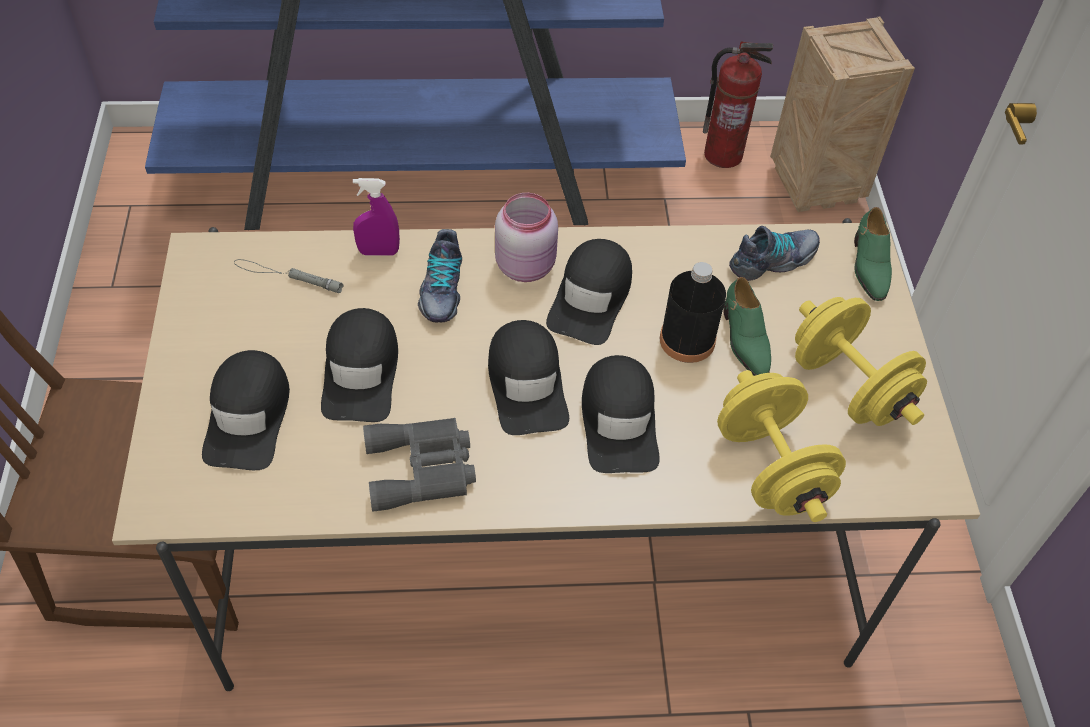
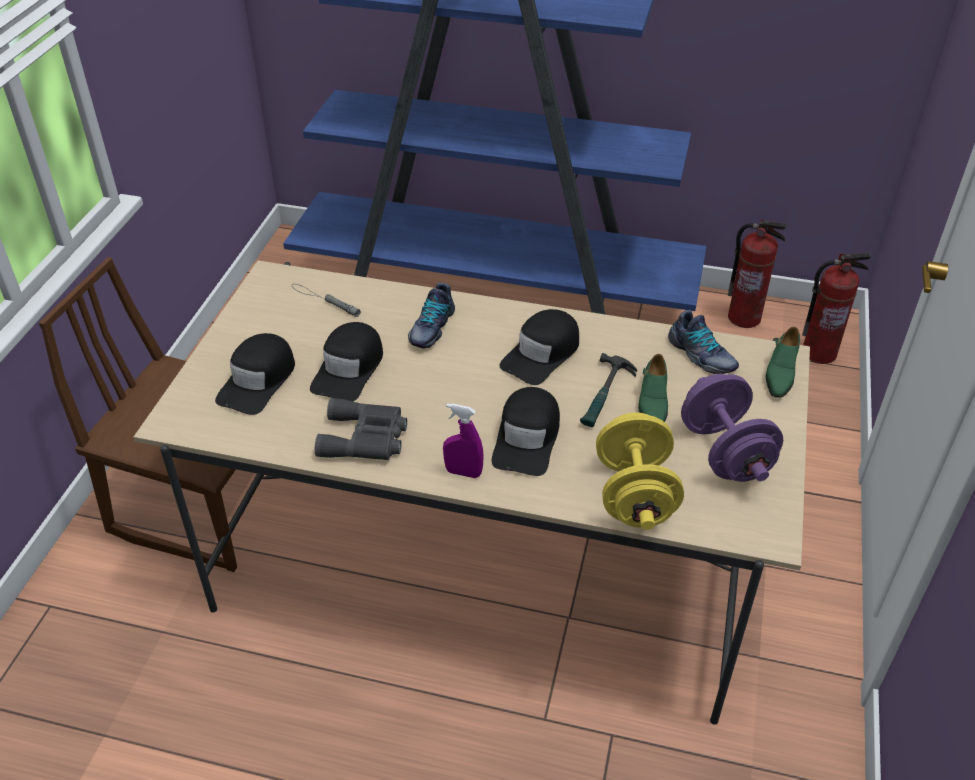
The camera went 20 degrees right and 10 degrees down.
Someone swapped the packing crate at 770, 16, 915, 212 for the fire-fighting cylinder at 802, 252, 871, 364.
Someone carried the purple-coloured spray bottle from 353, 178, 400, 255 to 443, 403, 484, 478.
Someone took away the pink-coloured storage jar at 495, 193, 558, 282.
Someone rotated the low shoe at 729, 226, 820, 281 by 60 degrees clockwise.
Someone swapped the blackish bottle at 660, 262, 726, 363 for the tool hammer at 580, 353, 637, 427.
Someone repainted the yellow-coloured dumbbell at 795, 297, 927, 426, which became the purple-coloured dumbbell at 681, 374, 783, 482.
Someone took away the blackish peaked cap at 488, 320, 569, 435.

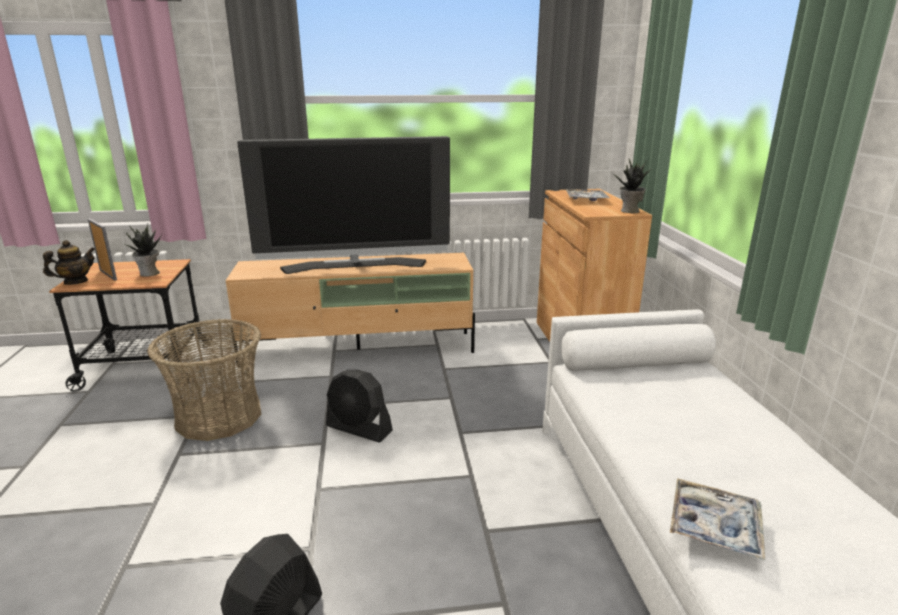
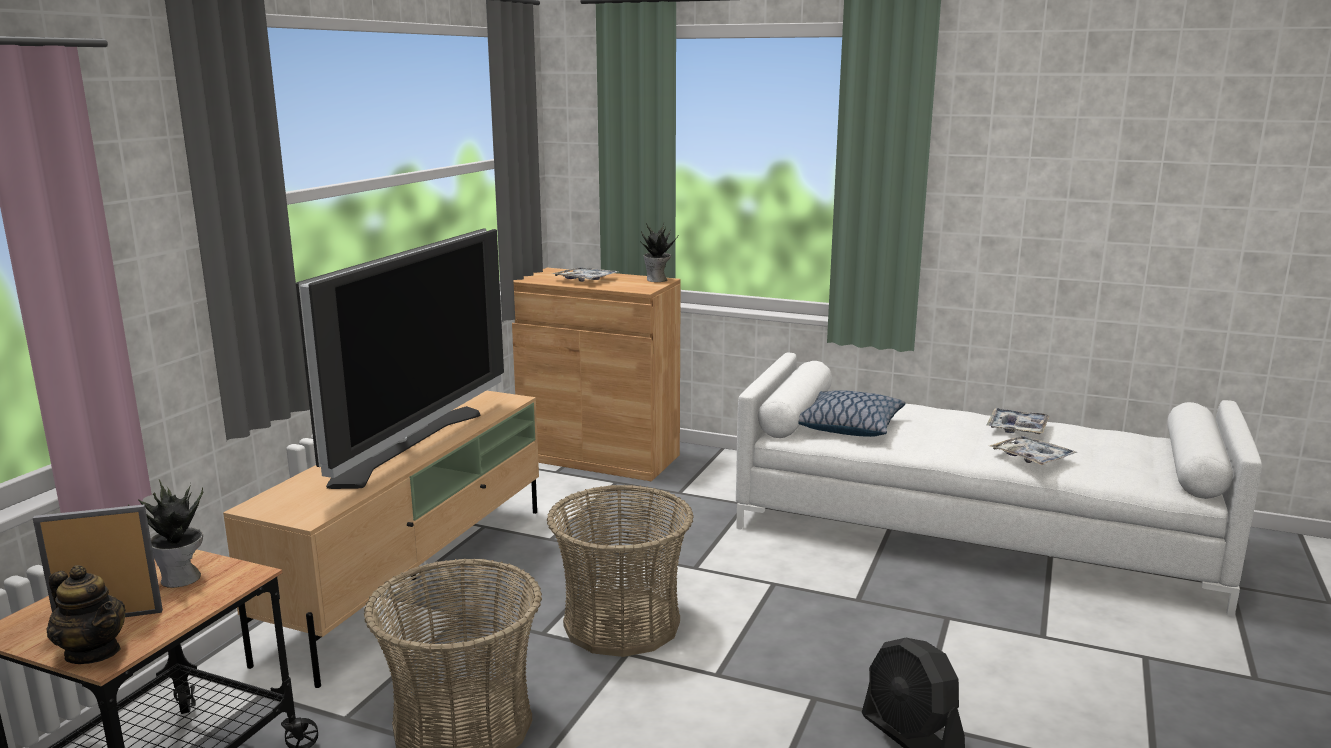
The camera went 60 degrees left and 5 degrees down.
Someone rotated the tea pot at 43, 240, 95, 285 by 135 degrees clockwise.
Someone swapped the blackish fan at 326, 370, 393, 442 for the basket at 547, 485, 694, 657.
Someone put down the cushion at 799, 390, 905, 437.
Someone put down the tray at 986, 408, 1050, 434.

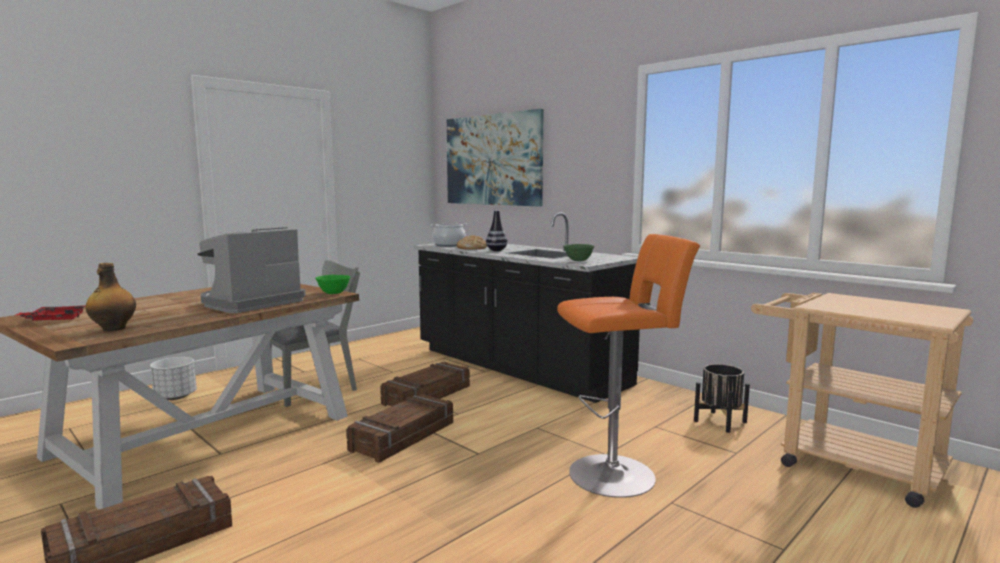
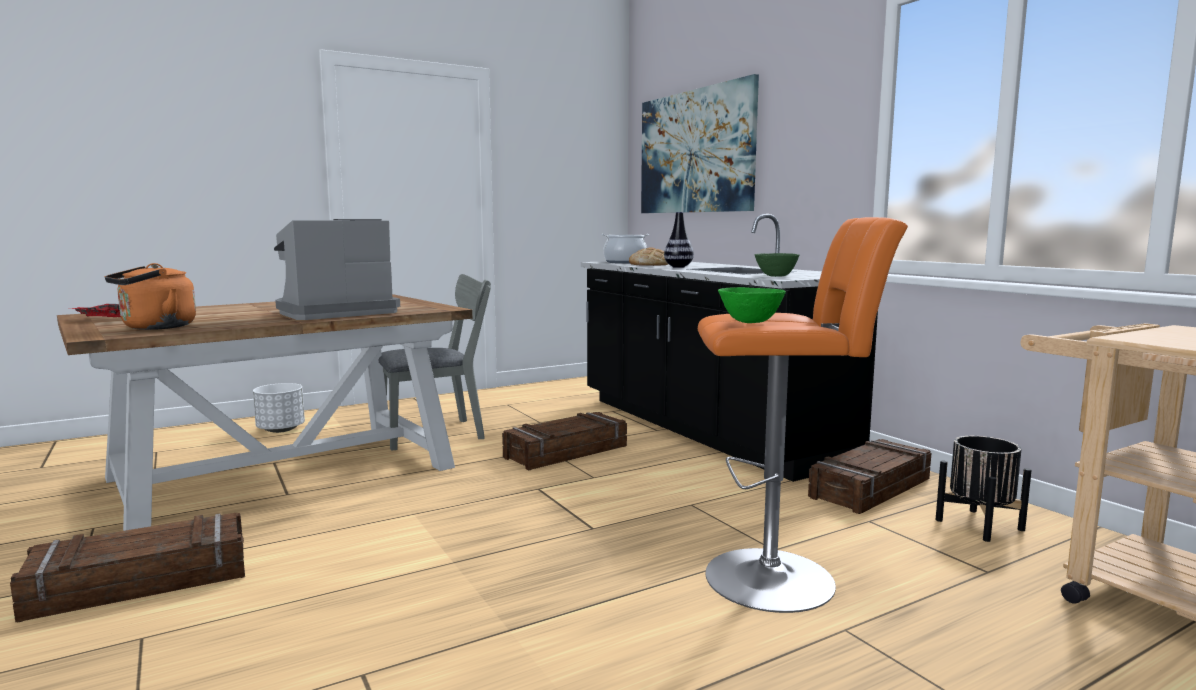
The camera went 15 degrees right and 0 degrees up.
Someone swapped the bottle at 85, 263, 136, 331 for the orange-coloured water kettle at 105, 263, 196, 330.
Someone carried the green-coloured serving bowl from 315, 275, 350, 294 to 718, 287, 786, 323.
Someone carried the packing crate from 346, 394, 453, 463 to 808, 439, 931, 514.

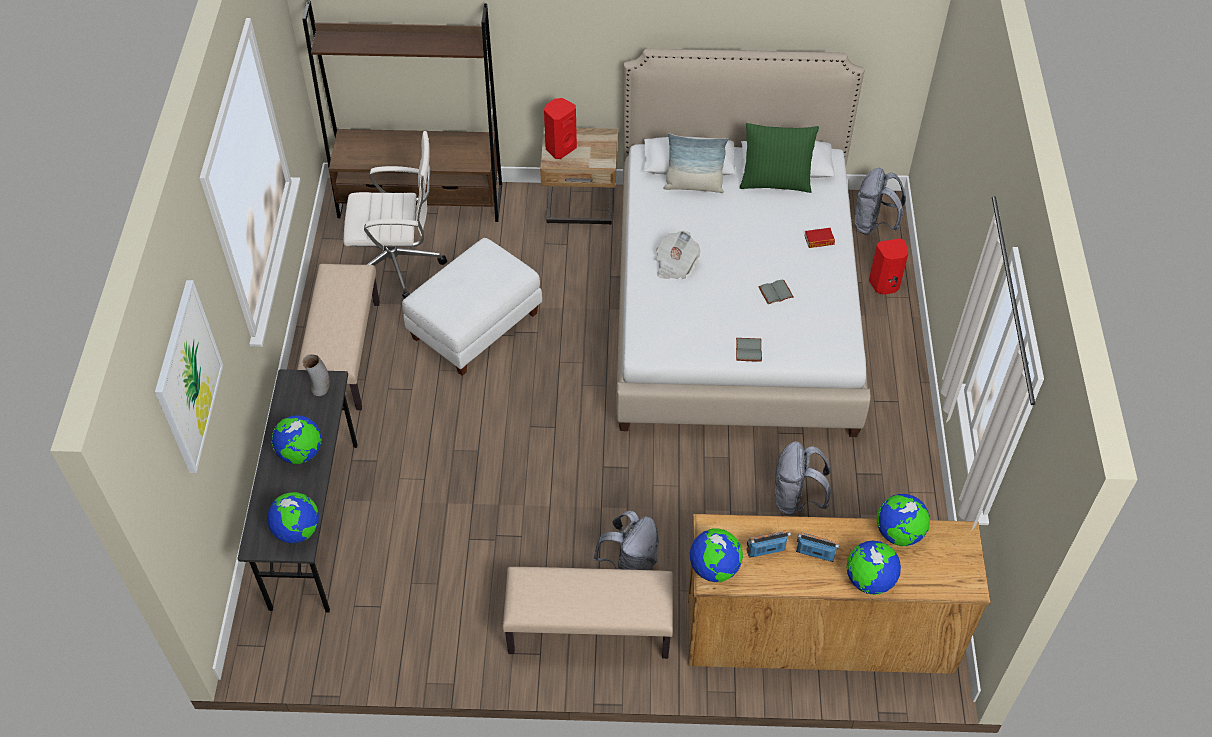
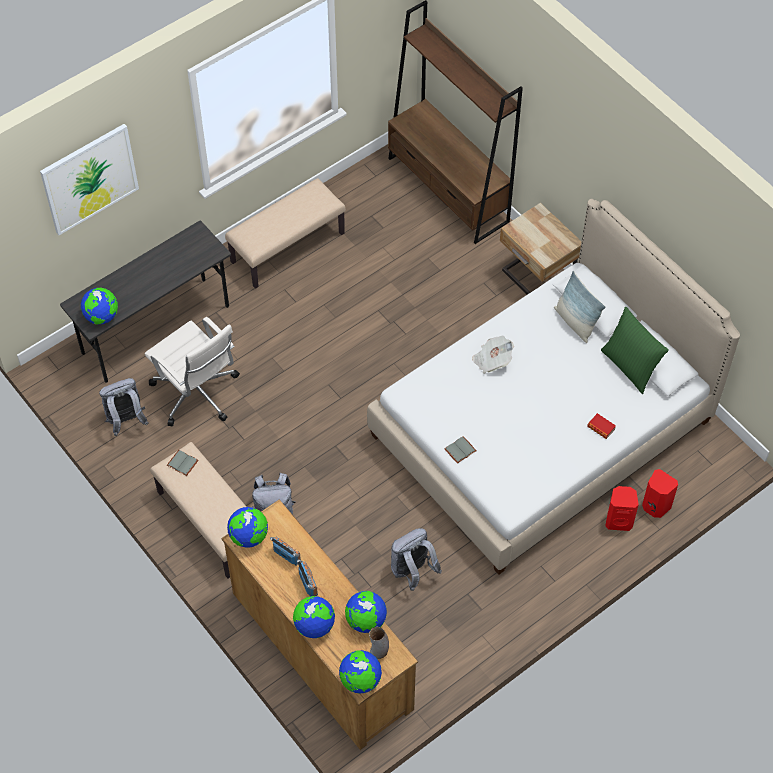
The camera went 50 degrees right and 5 degrees up.
Someone carried the red audio speaker from 544, 98, 577, 159 to 605, 486, 639, 531.
Someone carried the whitish office chair from 343, 131, 447, 299 to 145, 317, 240, 426.
Someone carried the gray knapsack from 855, 168, 906, 235 to 99, 378, 148, 436.
Someone took away the whitish footrest at 402, 238, 542, 376.
Someone carried the gray volume from 758, 280, 793, 304 to 167, 450, 198, 476.
Someone carried the flower vase from 302, 354, 330, 396 to 369, 627, 389, 659.
Someone carried the desk globe from 272, 415, 322, 464 to 339, 650, 382, 693.

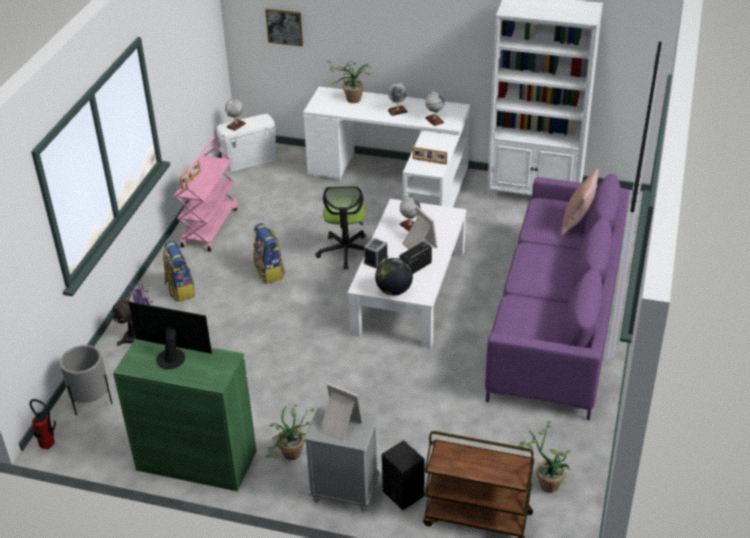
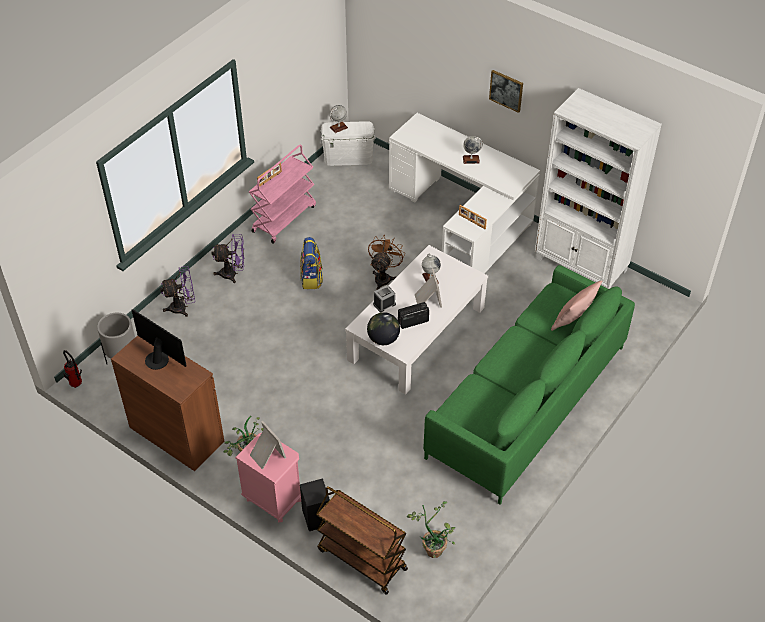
The camera went 20 degrees right and 10 degrees up.
Someone carried the picture from 265, 9, 303, 46 to 489, 70, 523, 113.
Someone took away the houseplant at 326, 61, 375, 103.
Someone took away the desk globe at 425, 91, 445, 126.
Someone repainted the purple-coloured couch at 485, 174, 629, 420, which became the green-coloured couch at 424, 265, 635, 504.
Someone swapped the office chair at 315, 186, 366, 270 for the brown fan at 368, 235, 405, 290.
Someone swapped the knapsack at 163, 240, 195, 302 for the purple-coloured fan at 212, 234, 244, 283.
Someone repainted the green-coloured cupboard at 113, 338, 257, 491, which became the brown cupboard at 111, 335, 225, 471.
Someone repainted the gray bedside table at 304, 405, 379, 512, which became the pink-coloured bedside table at 235, 433, 301, 523.

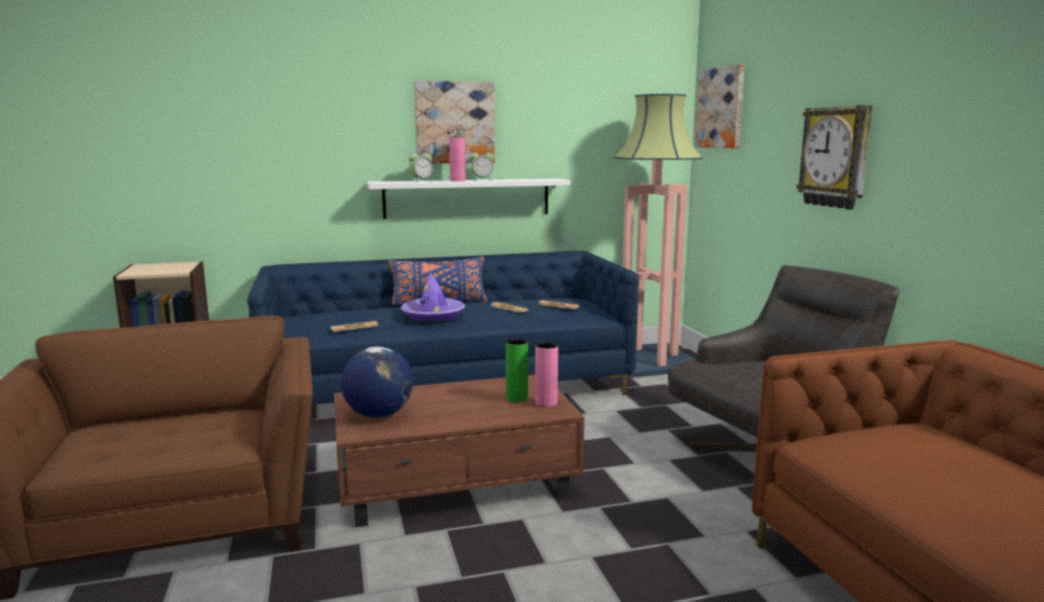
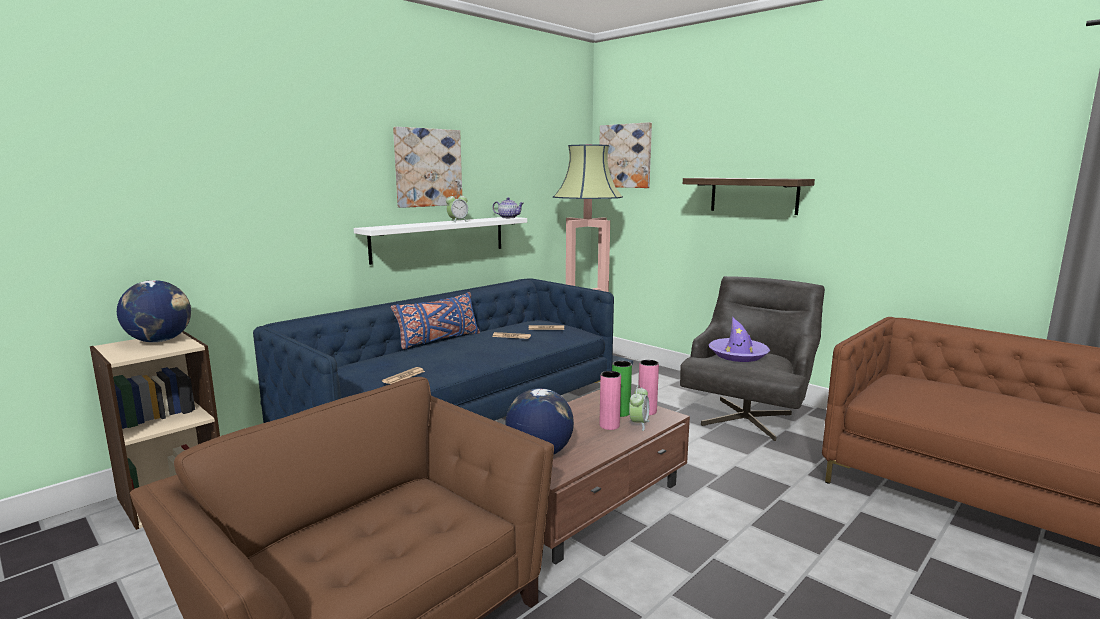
The camera went 30 degrees left and 0 degrees up.
Someone swapped the hanging clock at 796, 105, 873, 210 for the bracket shelf at 683, 178, 815, 215.
Someone carried the pink-coloured flower vase from 449, 138, 466, 181 to 600, 371, 621, 430.
Someone carried the alarm clock from 408, 150, 433, 182 to 629, 385, 650, 431.
Someone carried the purple-coloured clothing hat from 400, 273, 466, 321 to 709, 317, 770, 362.
Someone put down the tea pot at 493, 197, 523, 218.
Someone put down the desk globe at 117, 280, 191, 343.

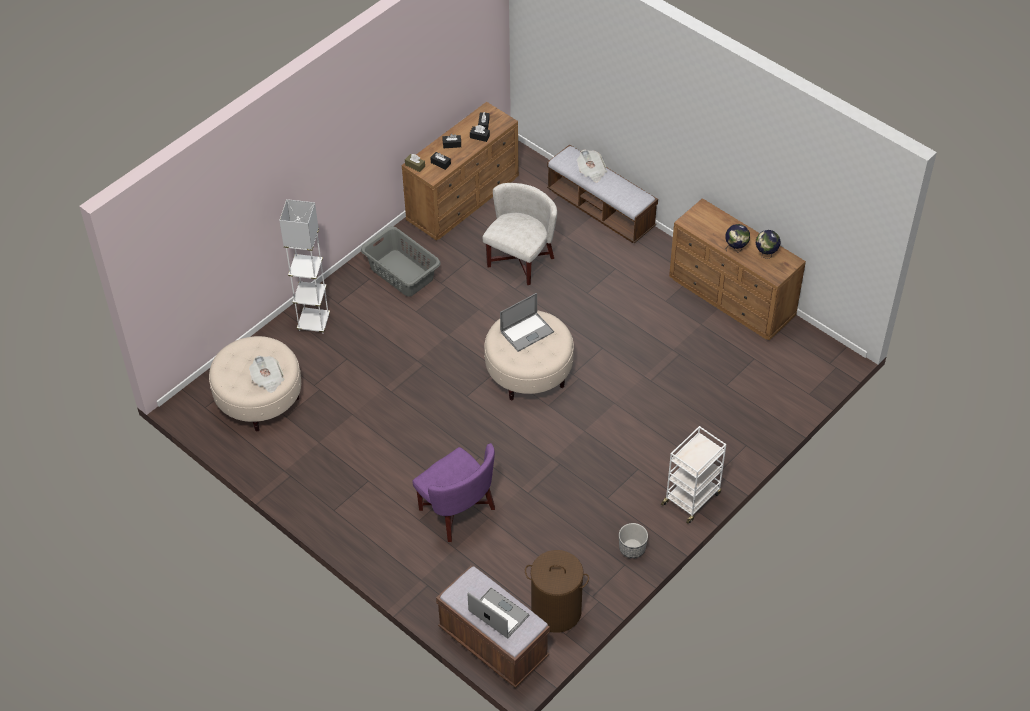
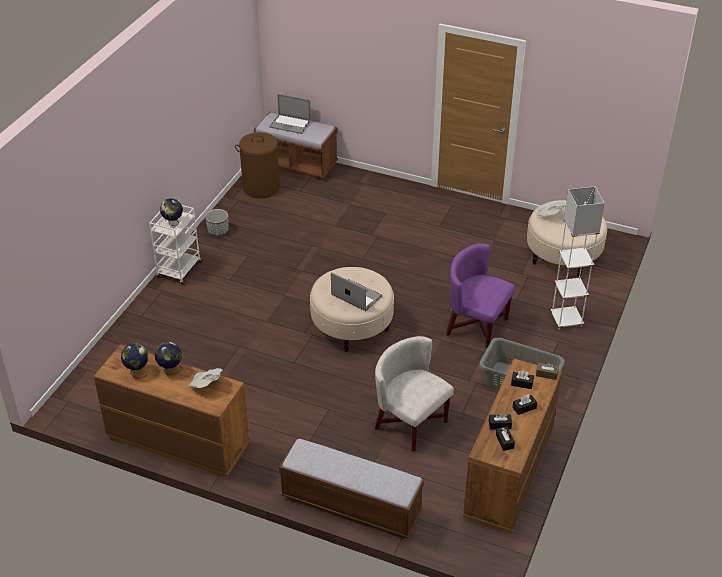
The camera went 160 degrees right and 10 degrees down.
Someone carried the newspaper from 577, 149, 607, 183 to 188, 368, 223, 388.
Someone rotated the whitish easy chair at 483, 183, 557, 285 by 120 degrees clockwise.
Someone rotated the portable computer at 500, 293, 554, 352 by 90 degrees clockwise.
Someone carried the purple-coloured easy chair from 412, 443, 495, 542 to 446, 243, 515, 348.
Someone put down the desk globe at 160, 198, 183, 226.

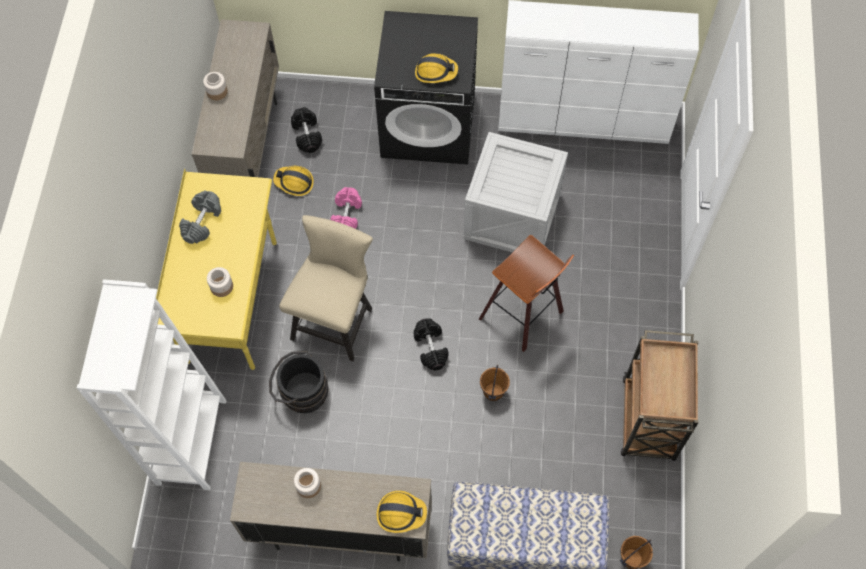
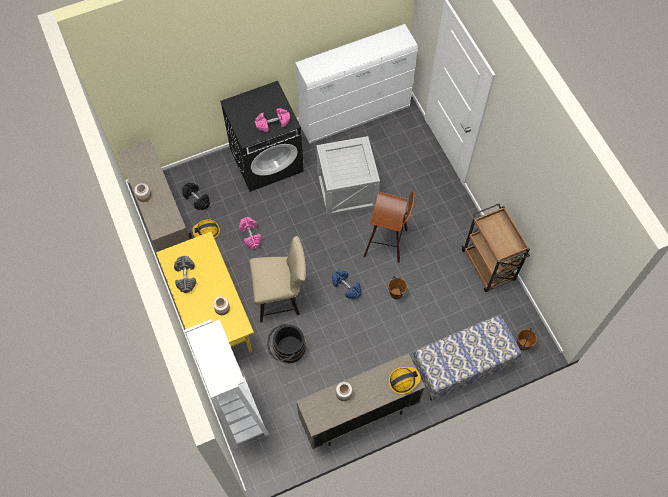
The camera went 30 degrees left and 0 degrees up.
Someone swapped the safety helmet at 415, 53, 458, 83 for the pink-coloured dumbbell at 255, 108, 290, 132.
Someone rotated the beige-coloured chair at 279, 215, 373, 361 by 90 degrees clockwise.
Someone repainted the blackish dumbbell at 414, 318, 449, 371, which became the bluish dumbbell at 332, 270, 362, 299.

